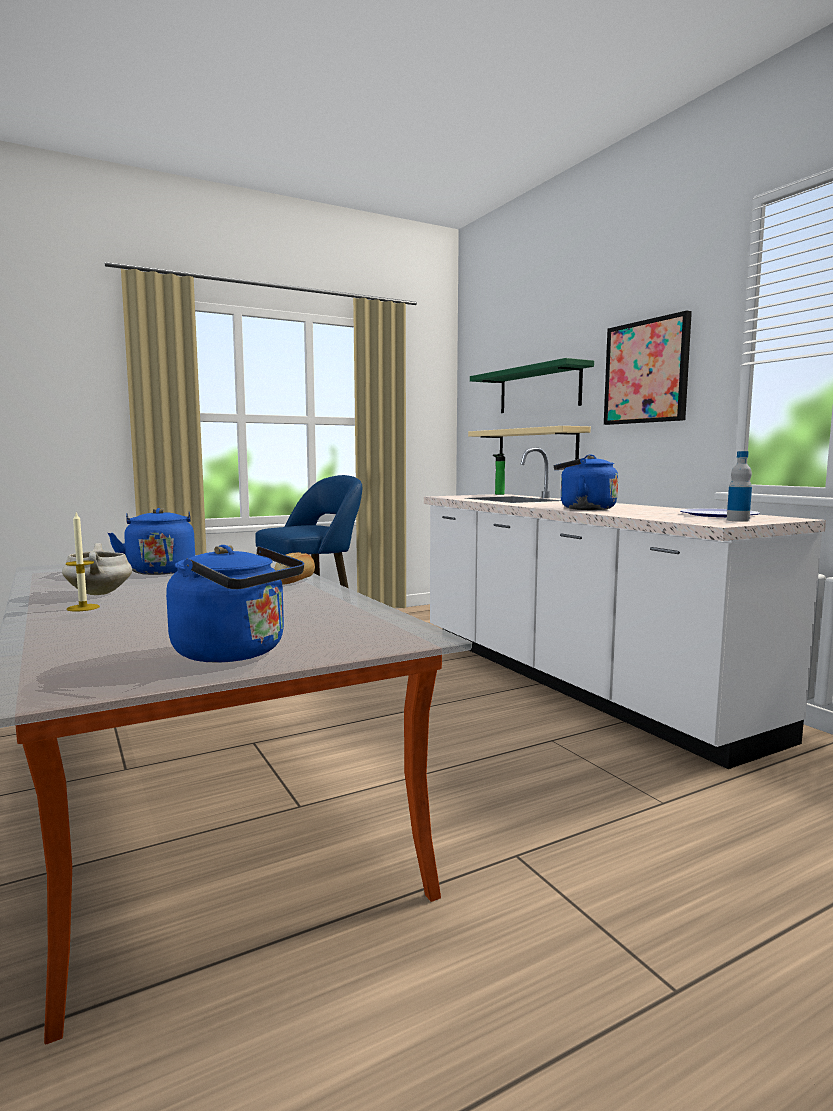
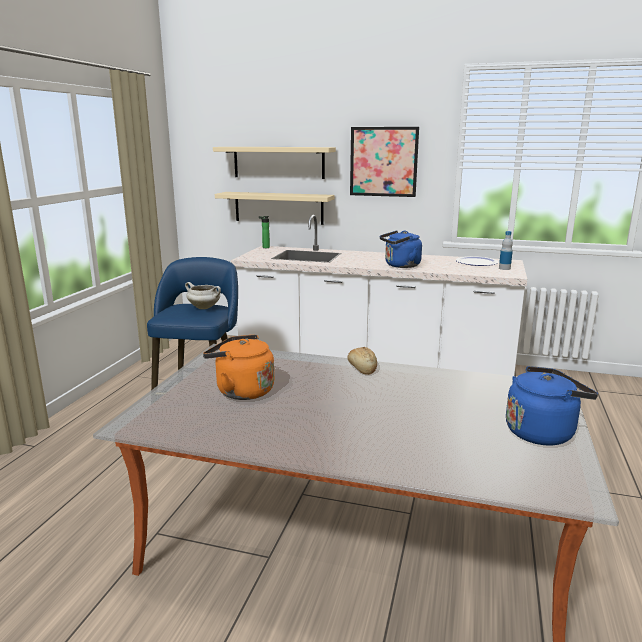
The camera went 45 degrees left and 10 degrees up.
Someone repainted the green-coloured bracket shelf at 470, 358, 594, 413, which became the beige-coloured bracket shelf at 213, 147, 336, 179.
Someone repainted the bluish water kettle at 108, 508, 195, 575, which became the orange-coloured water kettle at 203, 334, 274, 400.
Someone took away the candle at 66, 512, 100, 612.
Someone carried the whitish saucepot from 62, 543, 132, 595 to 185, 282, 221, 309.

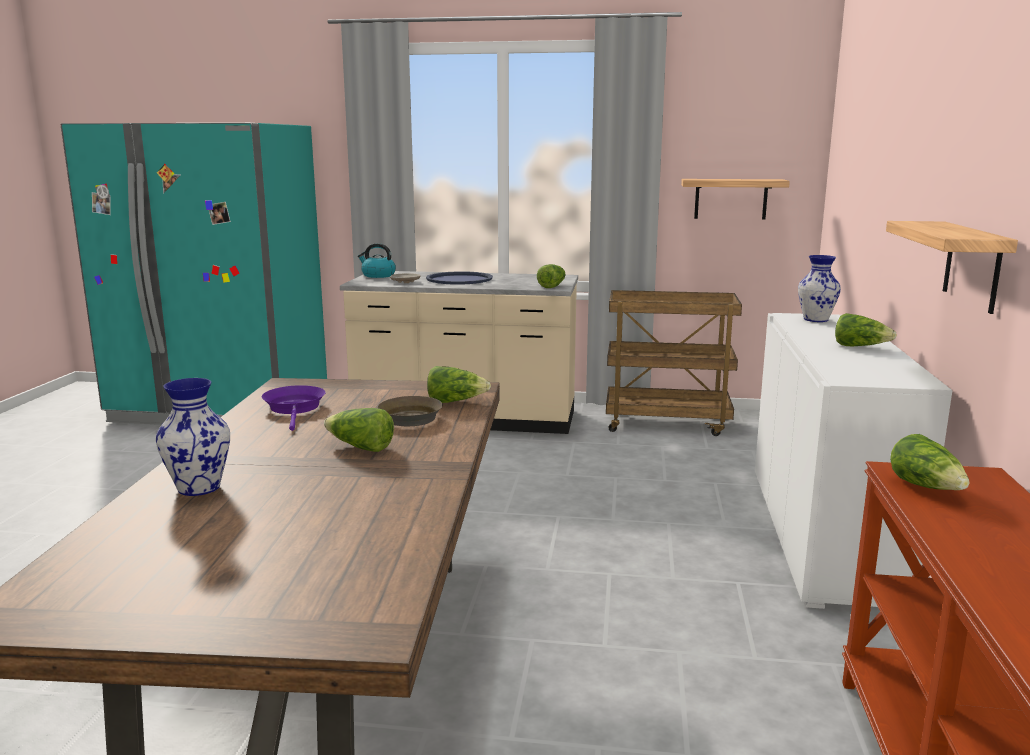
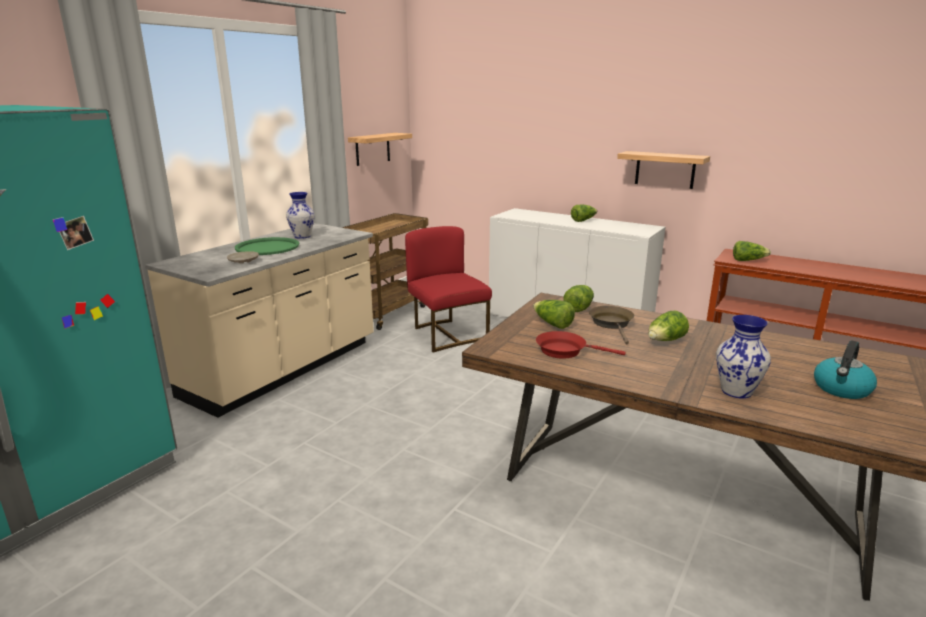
The camera went 65 degrees left and 5 degrees up.
Someone carried the water kettle from 358, 243, 396, 278 to 814, 341, 877, 399.
Someone carried the flower vase from 798, 255, 841, 322 to 286, 192, 315, 239.
Someone carried the lettuce head from 537, 264, 566, 288 to 533, 300, 575, 329.
Someone repainted the bluish tray at 426, 271, 493, 285, which became the green-coloured tray at 235, 237, 299, 255.
Someone repainted the purple-coloured skillet at 262, 385, 326, 431, which became the red skillet at 536, 331, 625, 359.
Someone put down the red chair at 405, 226, 492, 353.

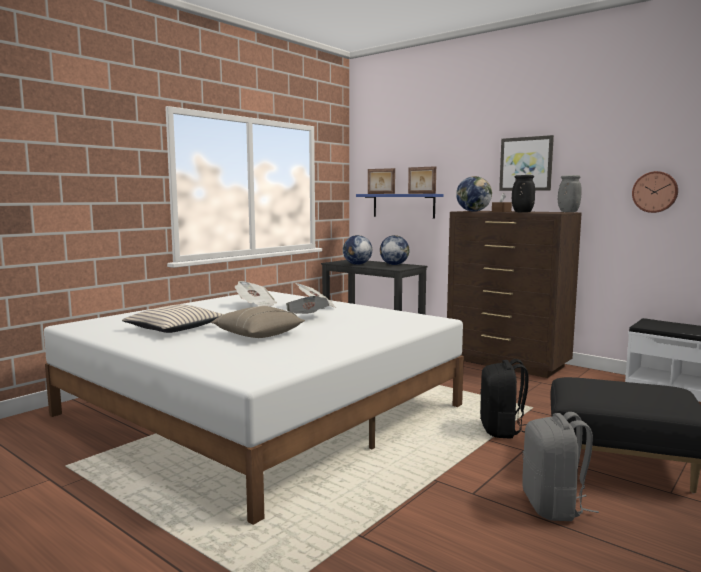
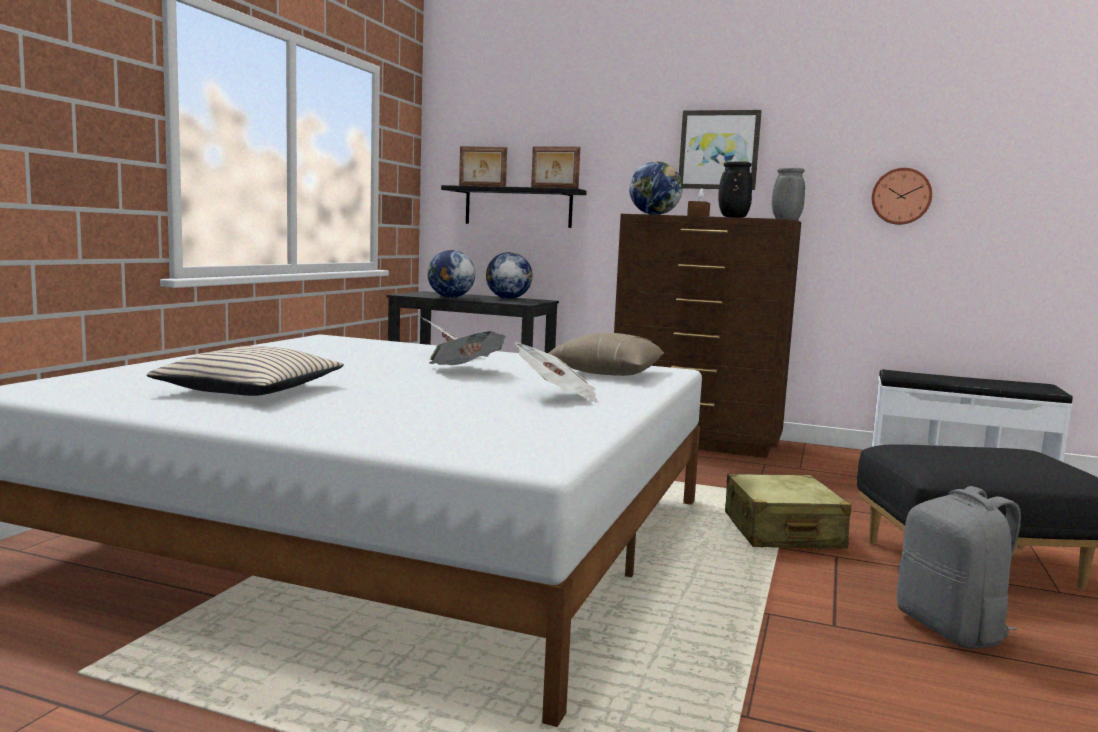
The camera went 20 degrees left and 0 degrees up.
Someone repainted the bluish bracket shelf at 356, 194, 443, 218, which became the blackish bracket shelf at 441, 185, 587, 228.
Someone carried the newspaper from 235, 281, 277, 307 to 515, 342, 599, 403.
Someone carried the beige-coloured cushion from 211, 306, 305, 338 to 548, 332, 664, 376.
Someone swapped the blackish knapsack at 480, 359, 529, 439 for the beige-coloured travel case at 725, 474, 851, 549.

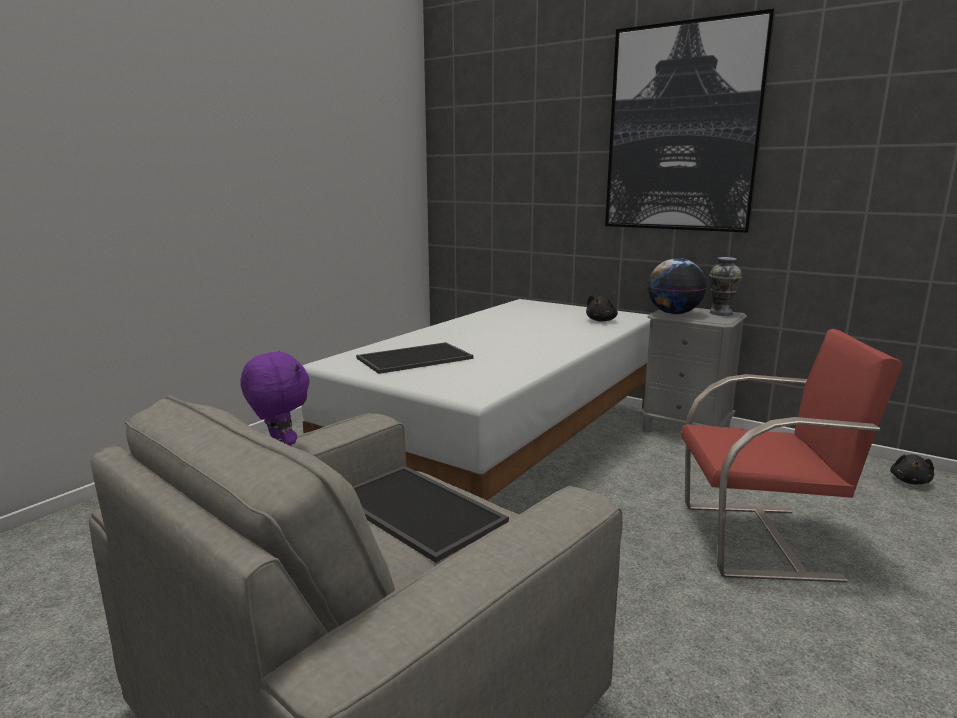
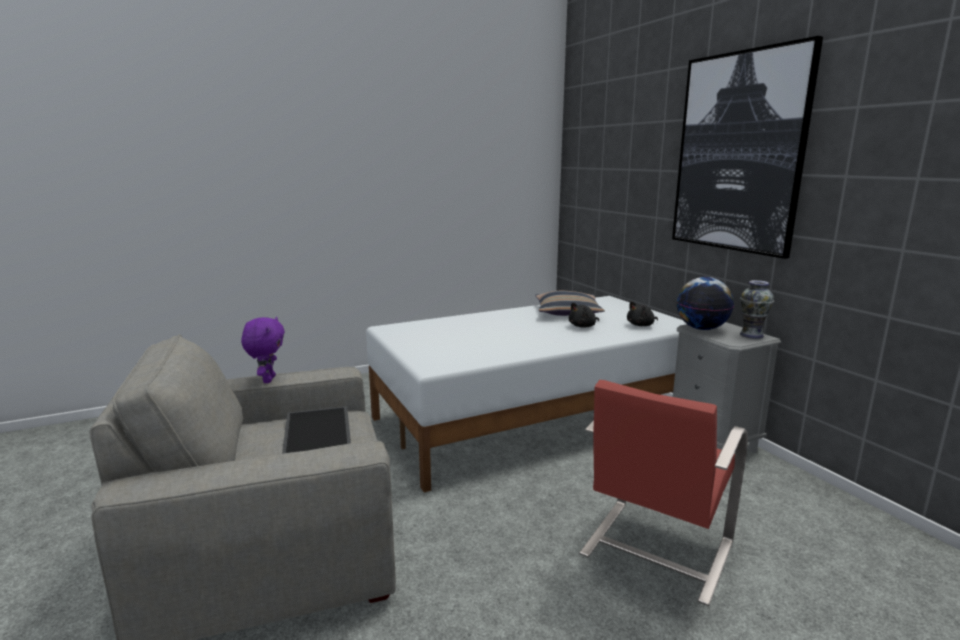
The camera went 30 degrees right and 0 degrees up.
Someone rotated the red chair at 681, 329, 904, 582 by 90 degrees clockwise.
Someone took away the tray at 356, 342, 473, 374.
Someone carried the blackish cuddly toy from 890, 454, 934, 484 to 569, 302, 599, 327.
Someone put down the cushion at 535, 291, 605, 316.

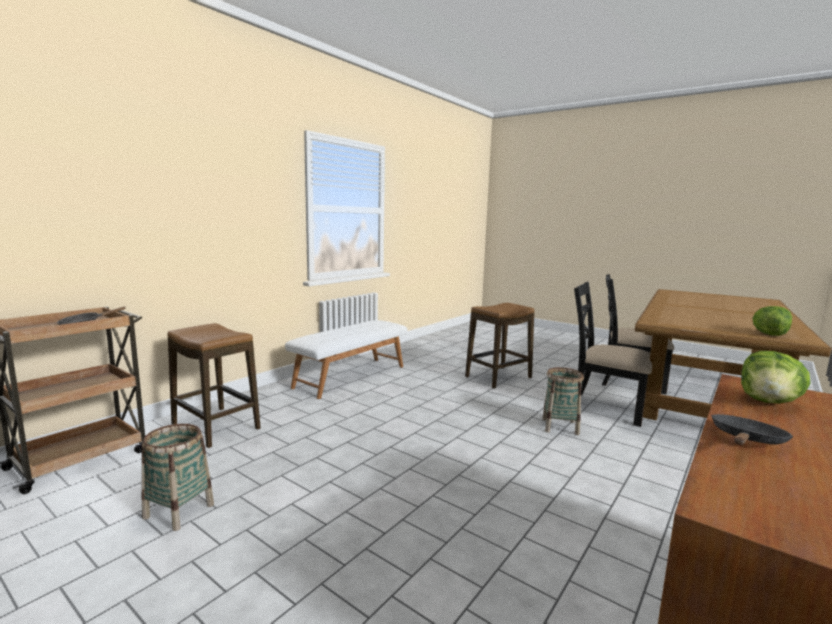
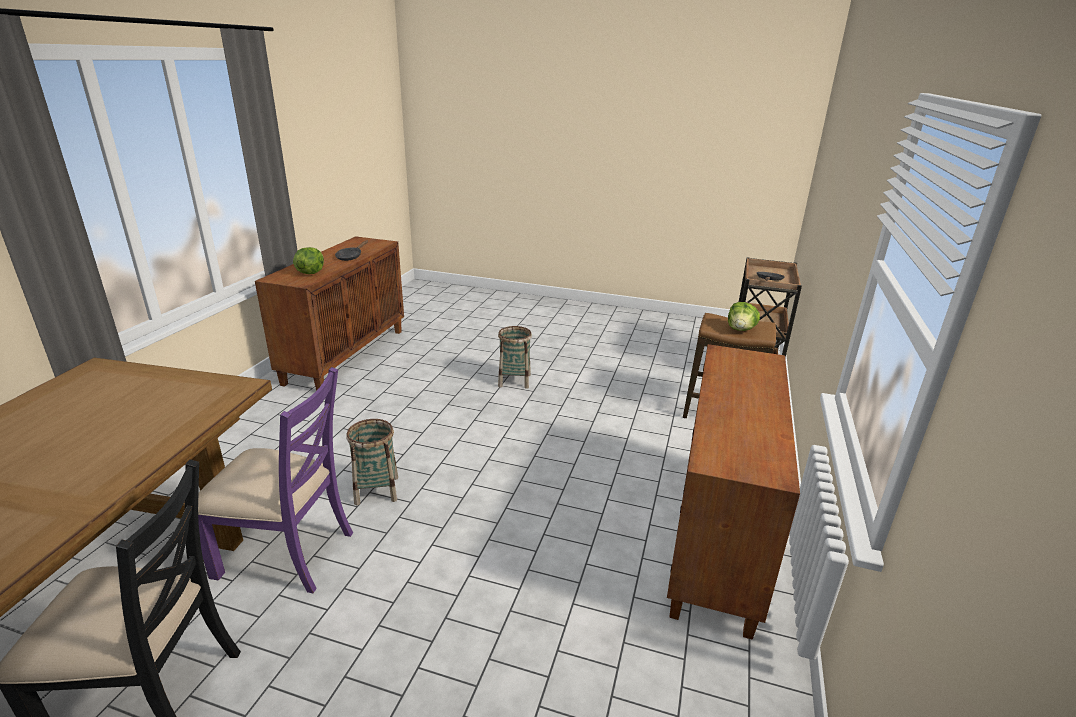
The camera went 160 degrees right and 15 degrees up.
Someone repainted the blackish chair at 574, 282, 652, 427, which became the purple-coloured chair at 198, 367, 353, 593.
Someone took away the stool at 465, 303, 534, 389.
Someone carried the lettuce head from 753, 306, 792, 336 to 728, 302, 760, 331.
Someone swapped the whitish bench at 285, 320, 408, 399 for the brown cupboard at 667, 344, 800, 640.
Someone carried the basket from 142, 424, 214, 531 to 498, 326, 532, 389.

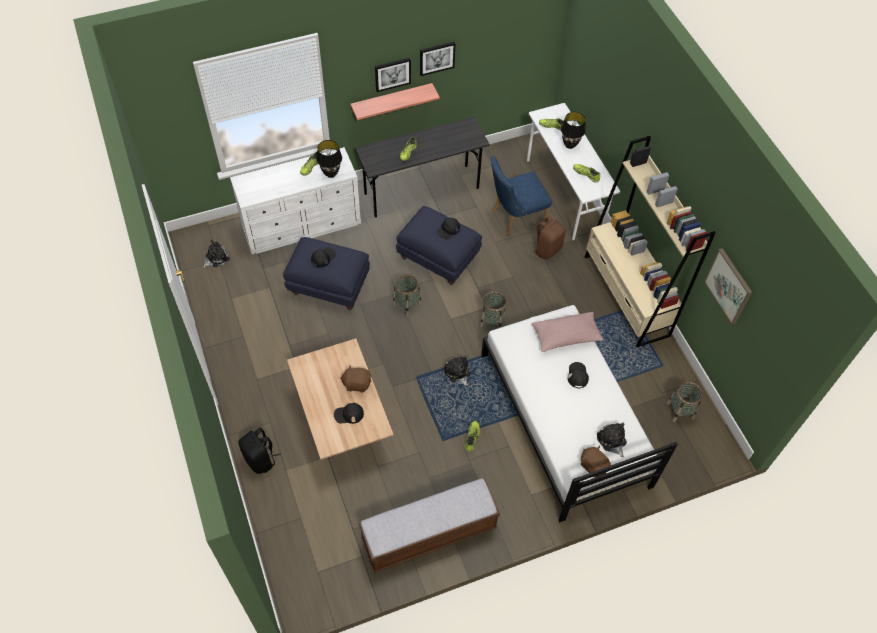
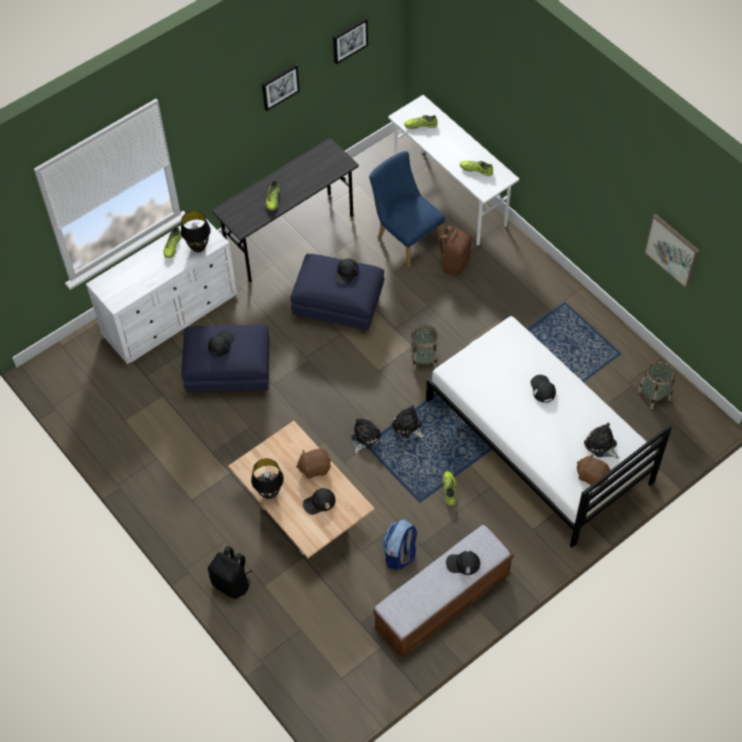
The camera went 15 degrees left and 0 degrees up.
Someone carried the picture from 375, 58, 411, 92 to 333, 17, 368, 64.
Someone took away the bracket shelf at 350, 83, 440, 120.
Someone carried the blackish tabletop lamp from 561, 112, 586, 149 to 251, 459, 284, 499.
Someone took away the beige-coloured bookshelf at 585, 136, 716, 347.
Someone rotated the bluish chair at 491, 156, 552, 236 by 90 degrees clockwise.
Someone carried the cuddly toy from 203, 240, 230, 268 to 351, 418, 382, 454.
Someone took away the basket at 393, 274, 422, 317.
Someone took away the pink-coloured cushion at 532, 312, 604, 352.
Someone put down the knapsack at 382, 519, 417, 570.
Someone put down the blackish peaked cap at 446, 551, 480, 575.

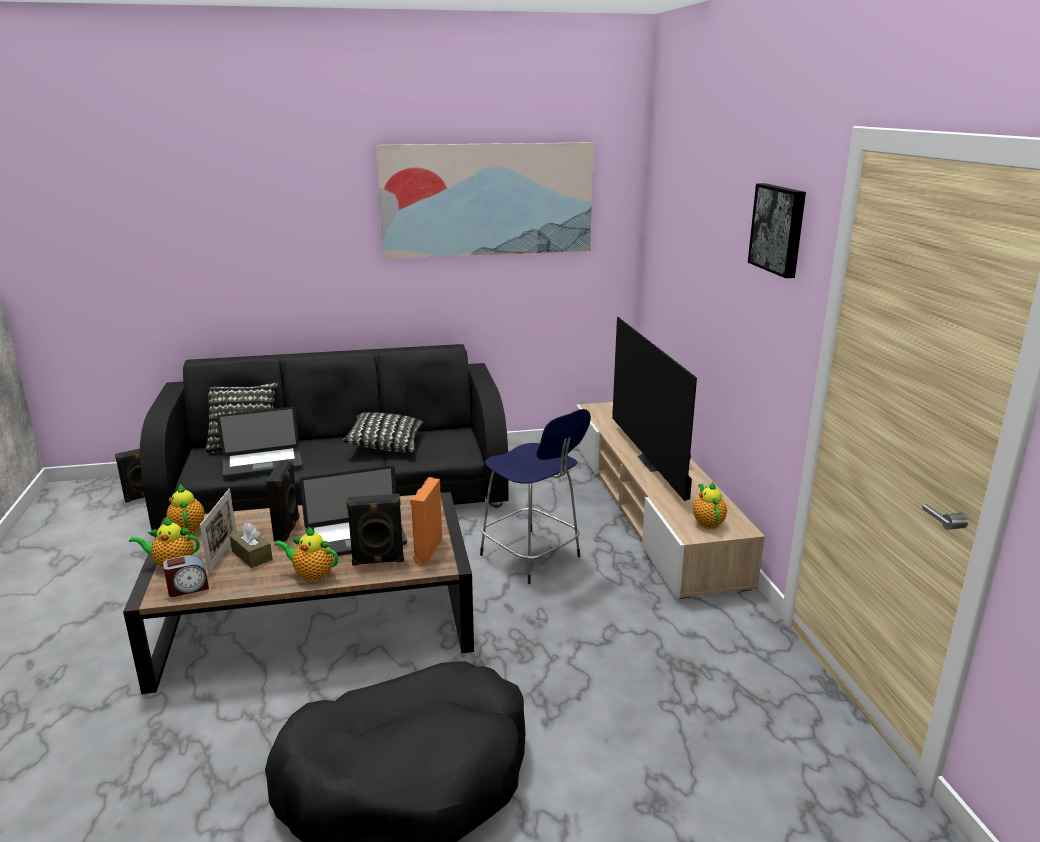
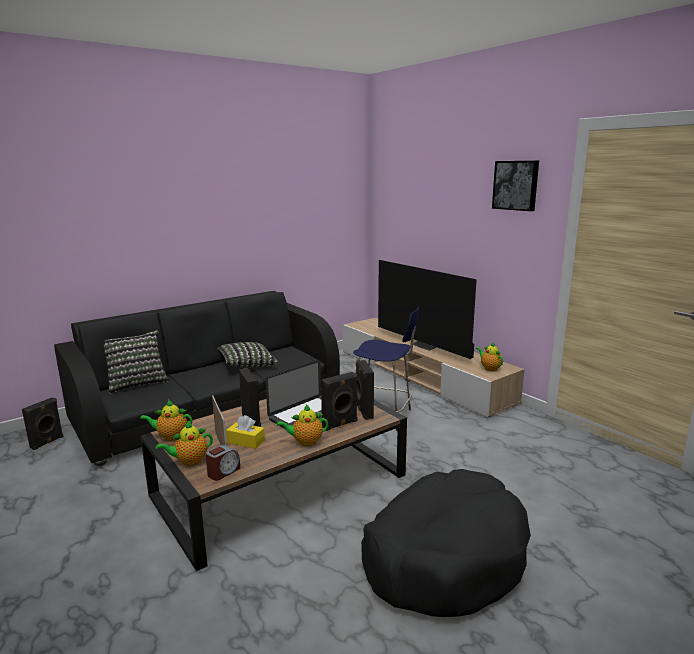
The camera went 25 degrees left and 5 degrees down.
Someone took away the picture at 376, 142, 594, 259.
Someone took away the portable computer at 217, 407, 303, 478.
Someone repainted the orange-coloured audio speaker at 410, 477, 442, 563, which became the blackish audio speaker at 356, 360, 374, 420.
Someone rotated the tea pot at 166, 484, 204, 534 by 45 degrees counterclockwise.
Someone repainted the brown tissue holder at 230, 523, 272, 568, which became the yellow-coloured tissue holder at 226, 415, 265, 449.

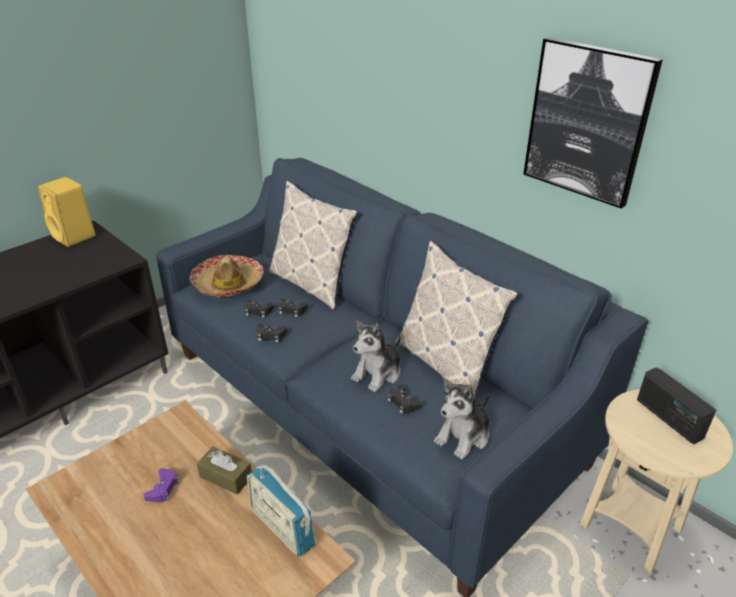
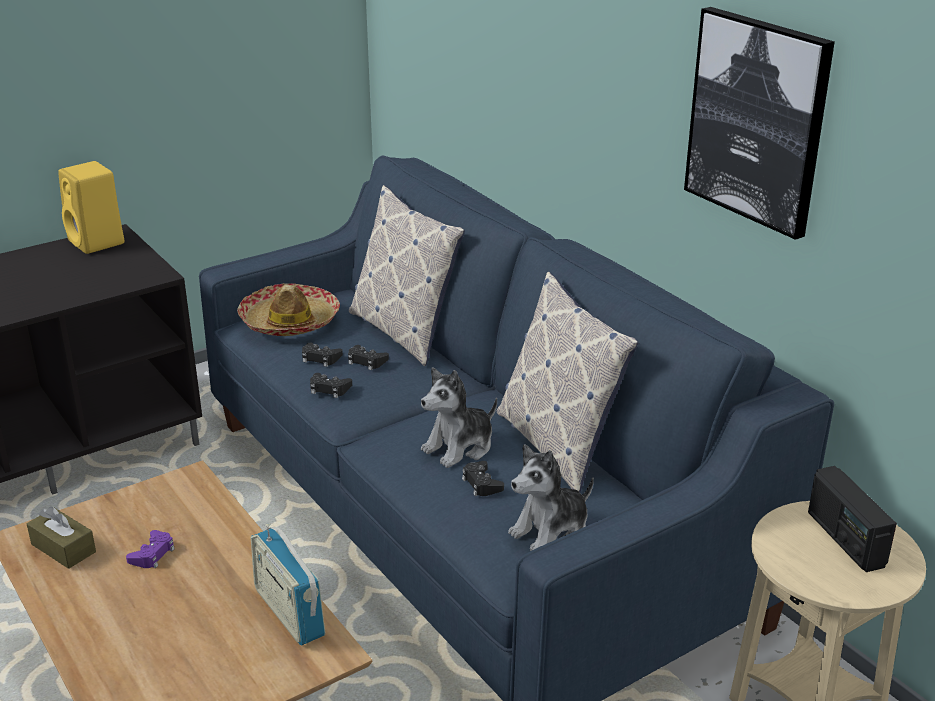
The camera went 10 degrees right and 5 degrees down.
Someone carried the brown tissue holder from 197, 447, 252, 495 to 27, 506, 96, 569.

